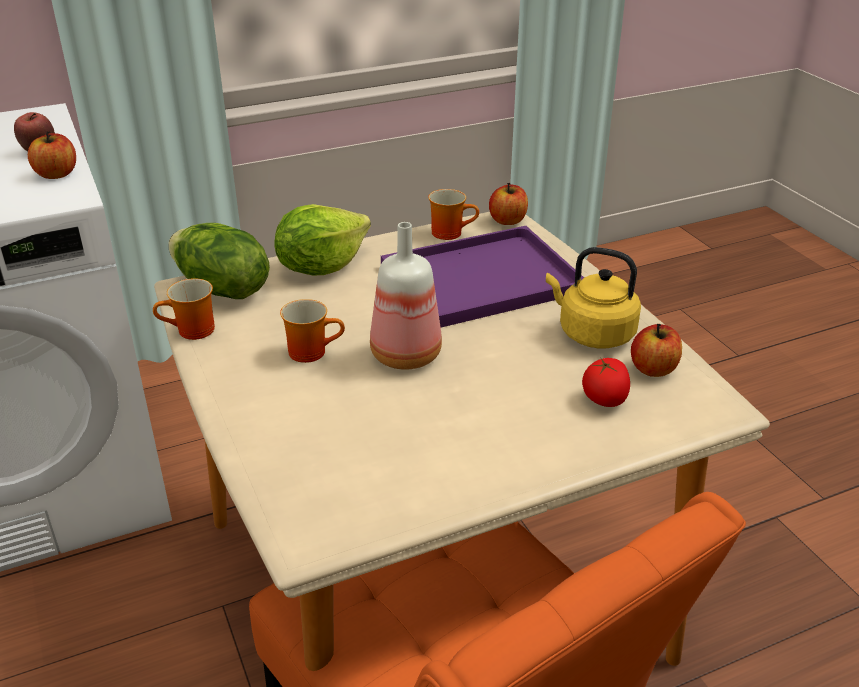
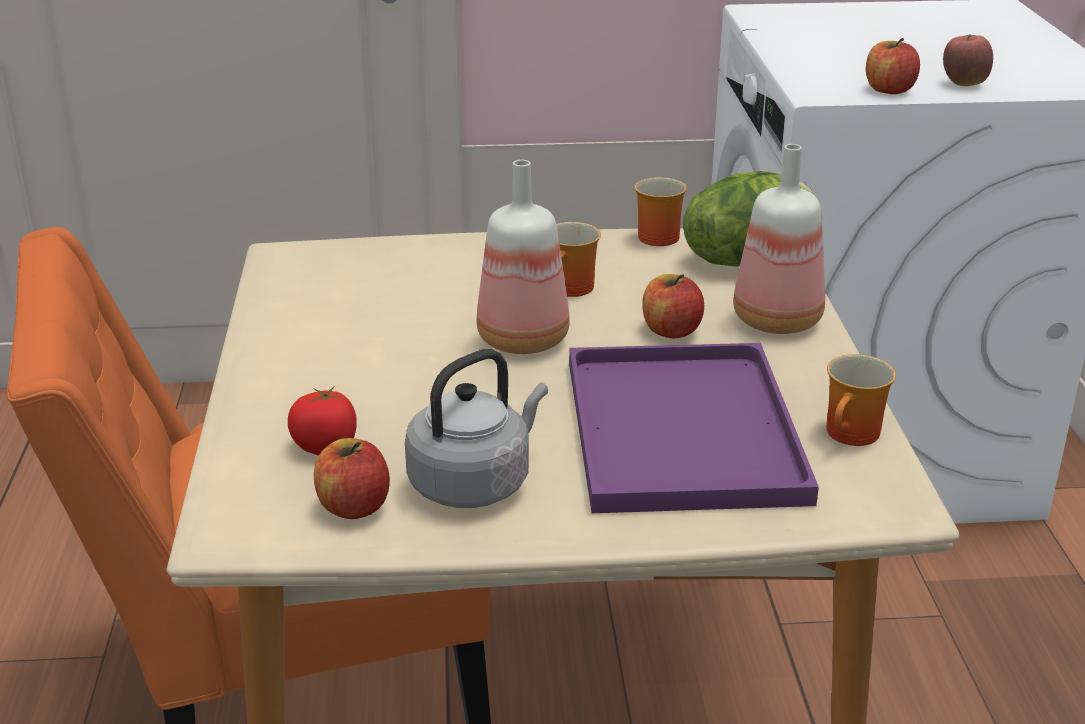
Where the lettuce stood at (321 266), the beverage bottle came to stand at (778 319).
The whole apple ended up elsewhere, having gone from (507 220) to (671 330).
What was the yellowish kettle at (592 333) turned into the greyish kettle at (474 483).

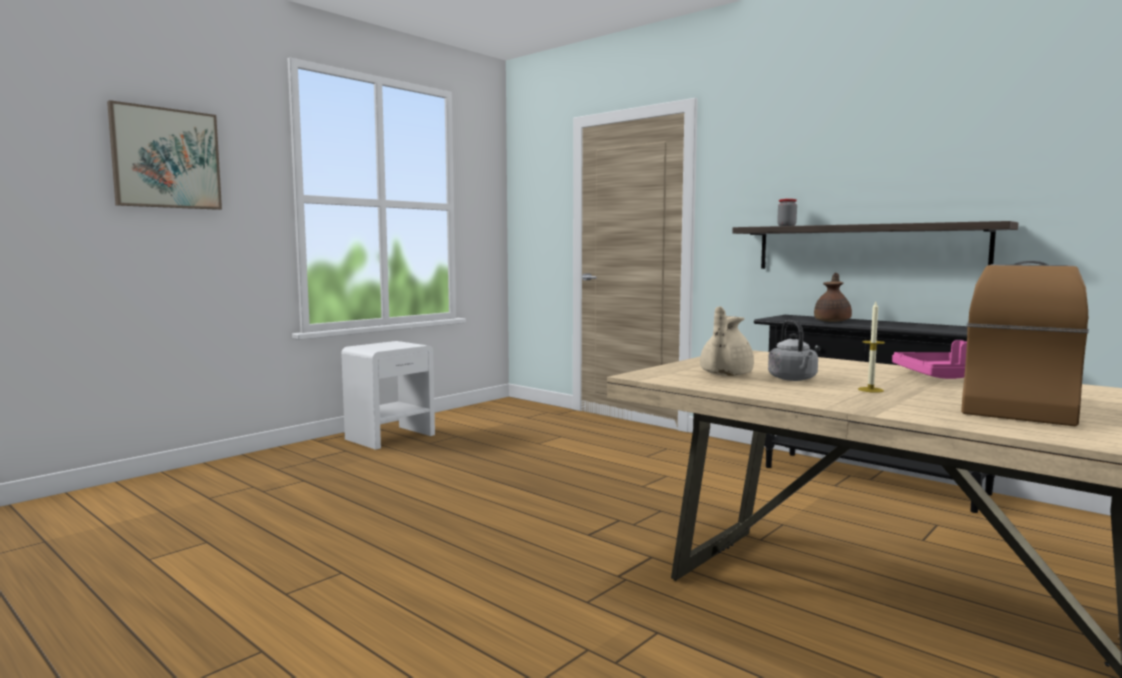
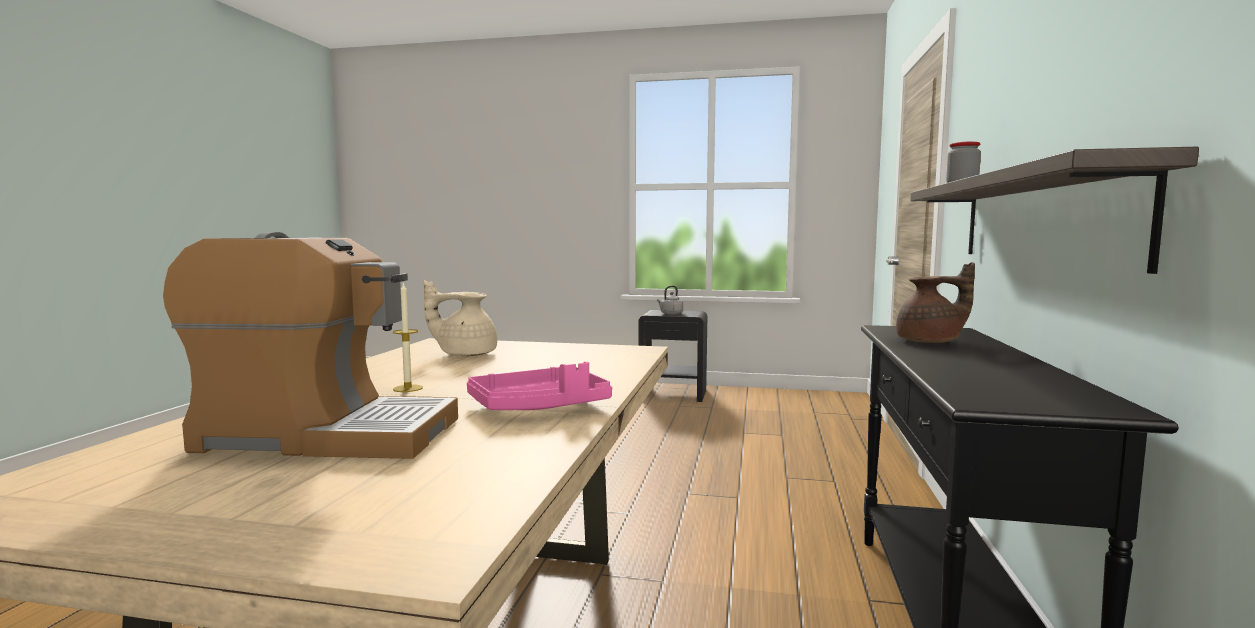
The second view lost the wall art at (166 158).
What was the whitish nightstand at (391 437) turned into the blackish nightstand at (673 394).
The greyish kettle ended up elsewhere, having gone from (793 379) to (670 314).

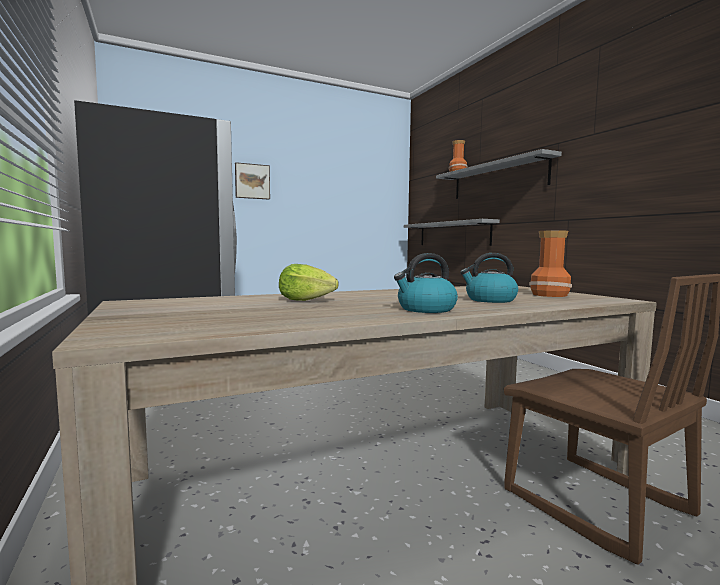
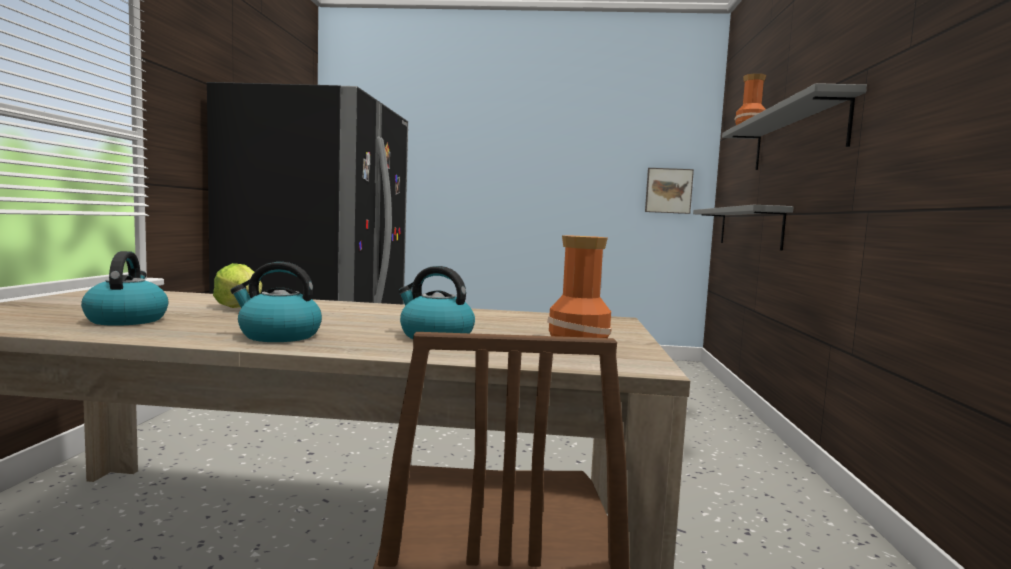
The wall art ended up elsewhere, having gone from (252 181) to (668 191).
The second view gained the kettle at (126 320).

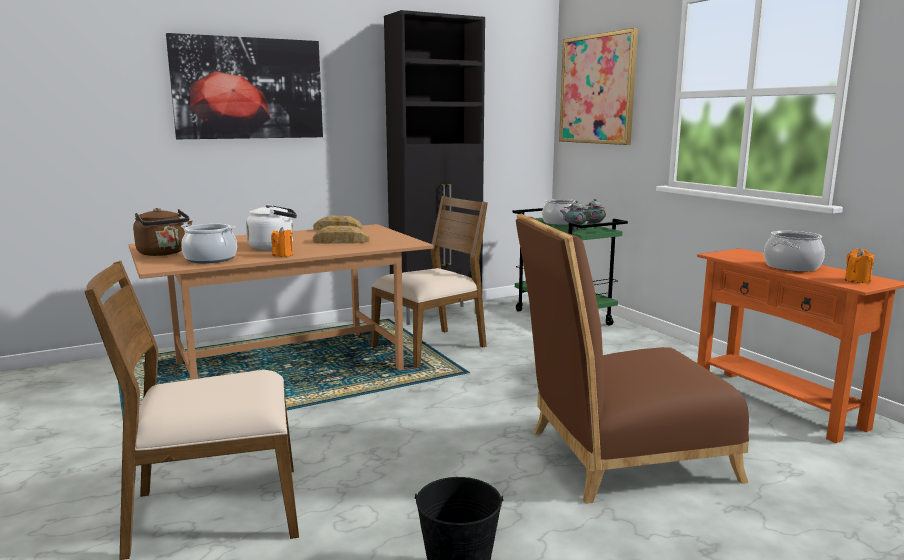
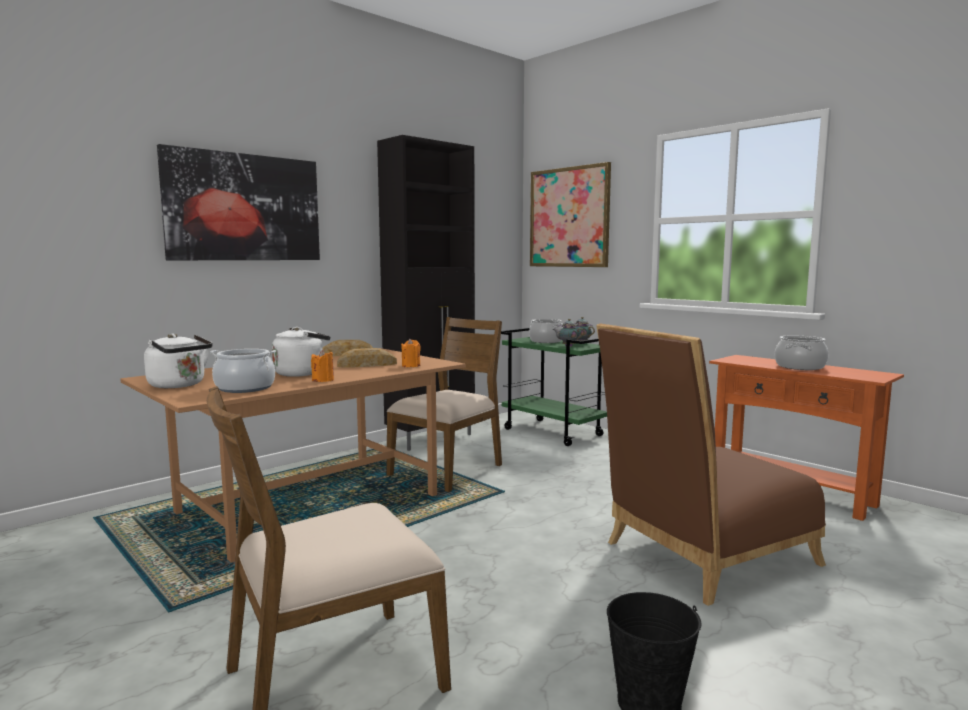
What was the brown kettle at (164 253) turned into the whitish kettle at (179 385).
The orange-coloured wax light ended up elsewhere, having gone from (857 280) to (411 366).

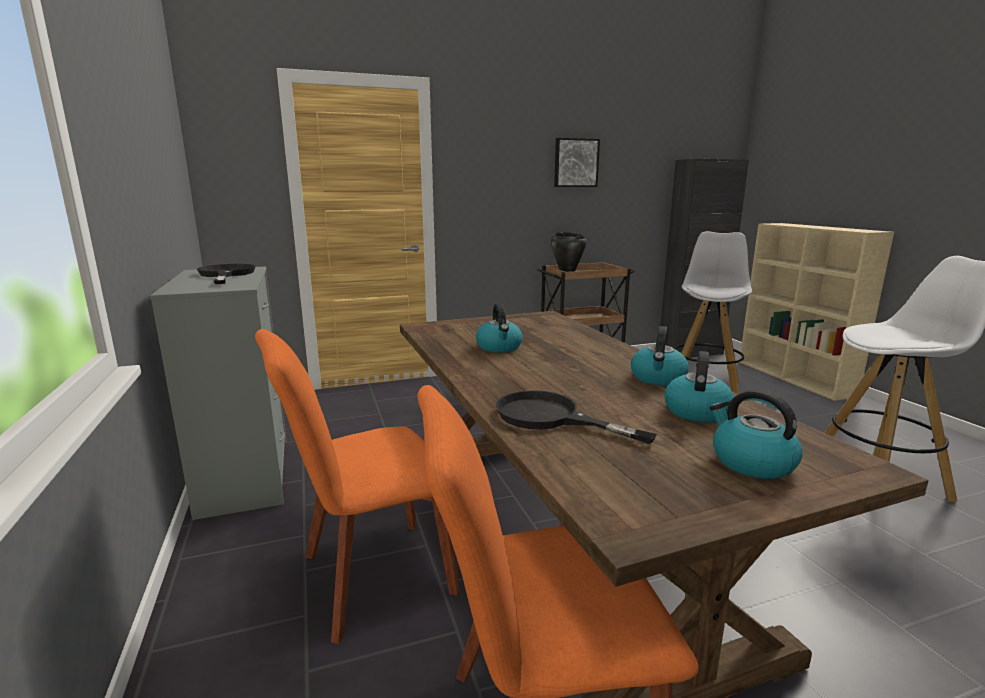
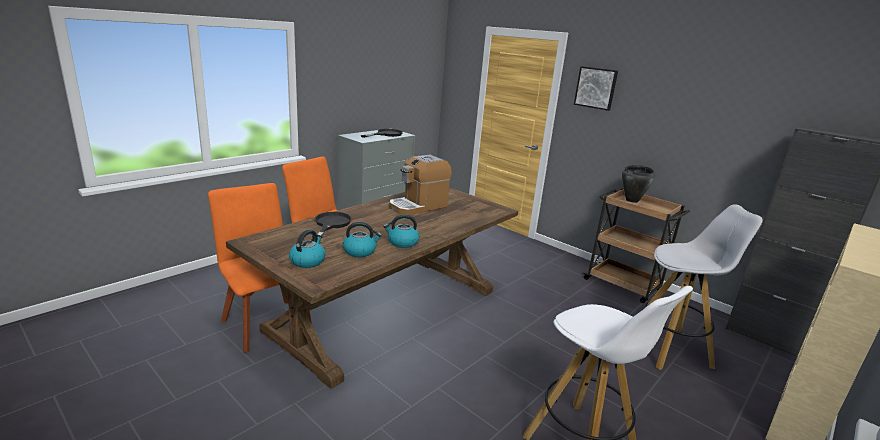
Where the kettle stood at (499 347), the coffee machine came to stand at (418 206).
The wall art ended up elsewhere, having gone from (575 163) to (596 88).

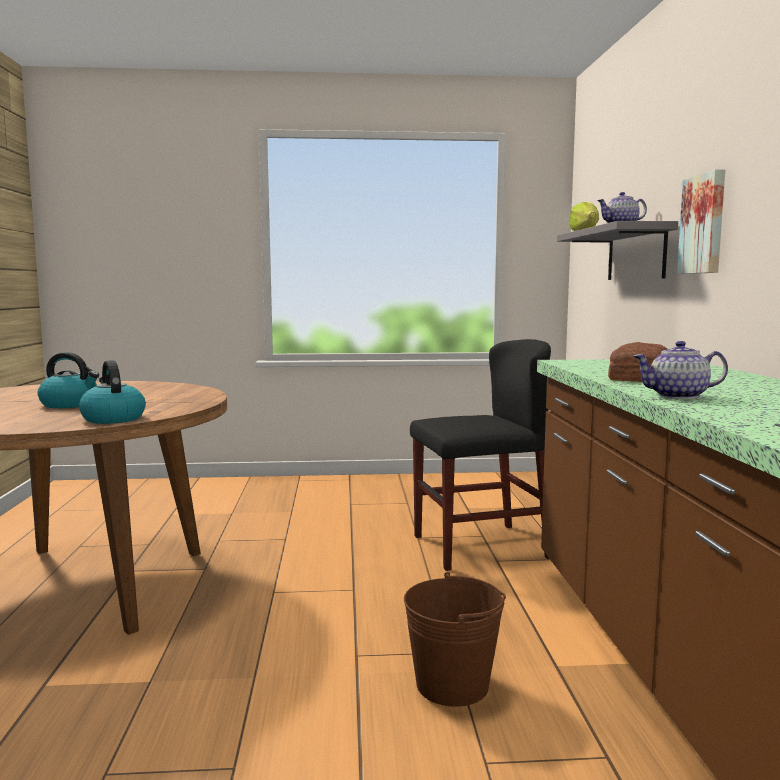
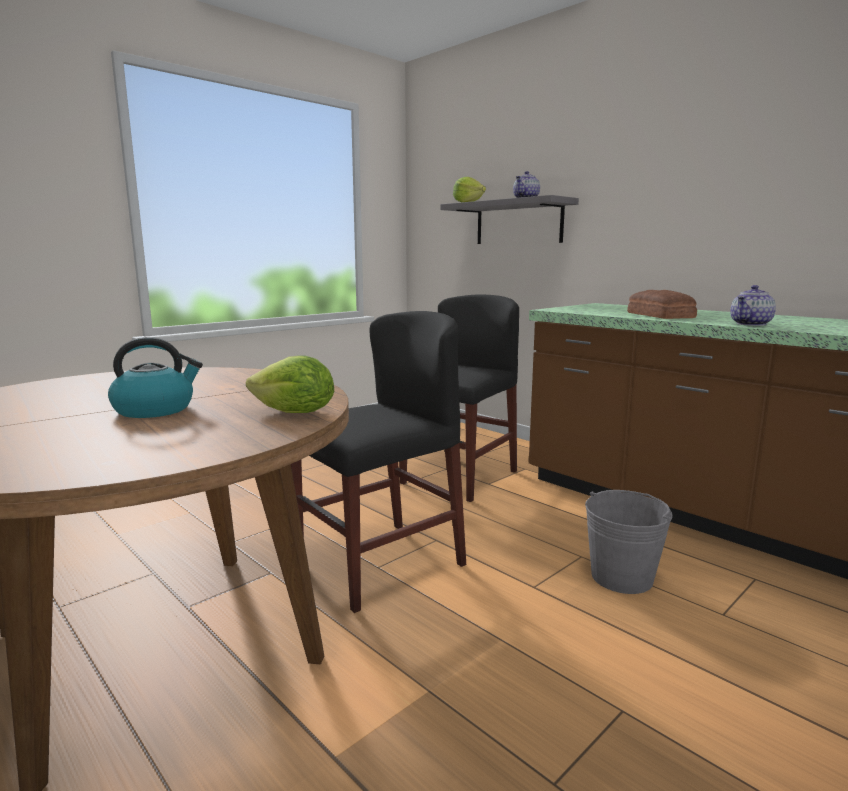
Where the kettle stood at (112 418), the lettuce came to stand at (294 413).
What was the brown water bucket at (452 685) turned into the greyish water bucket at (622 577).
The second view lost the wall art at (704 224).
The second view gained the blackish chair at (379 563).

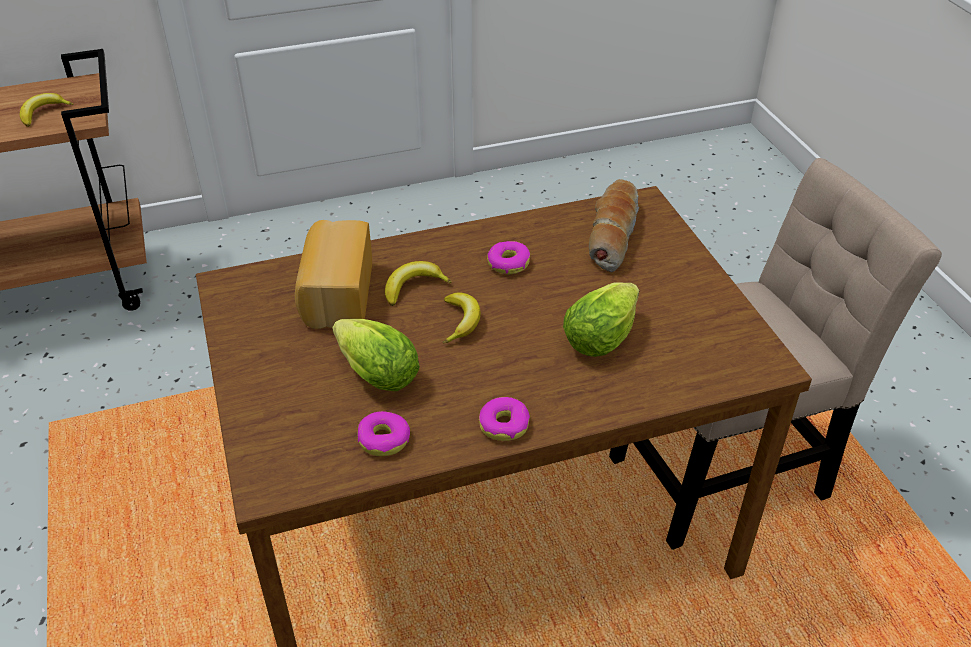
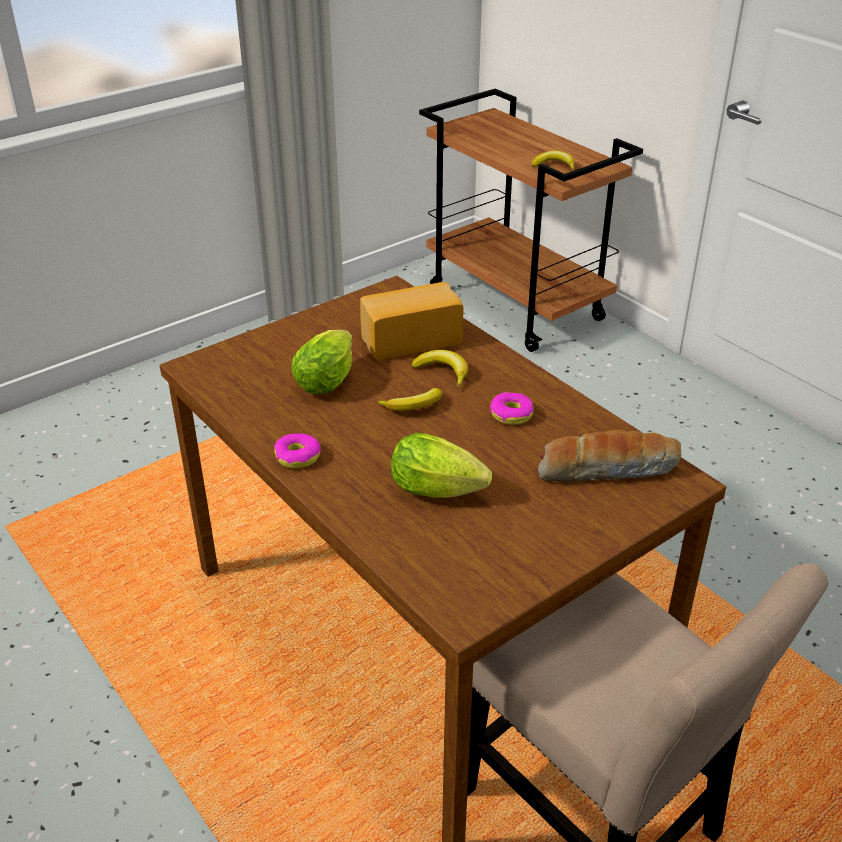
The second view lost the ring doughnut at (384 440).

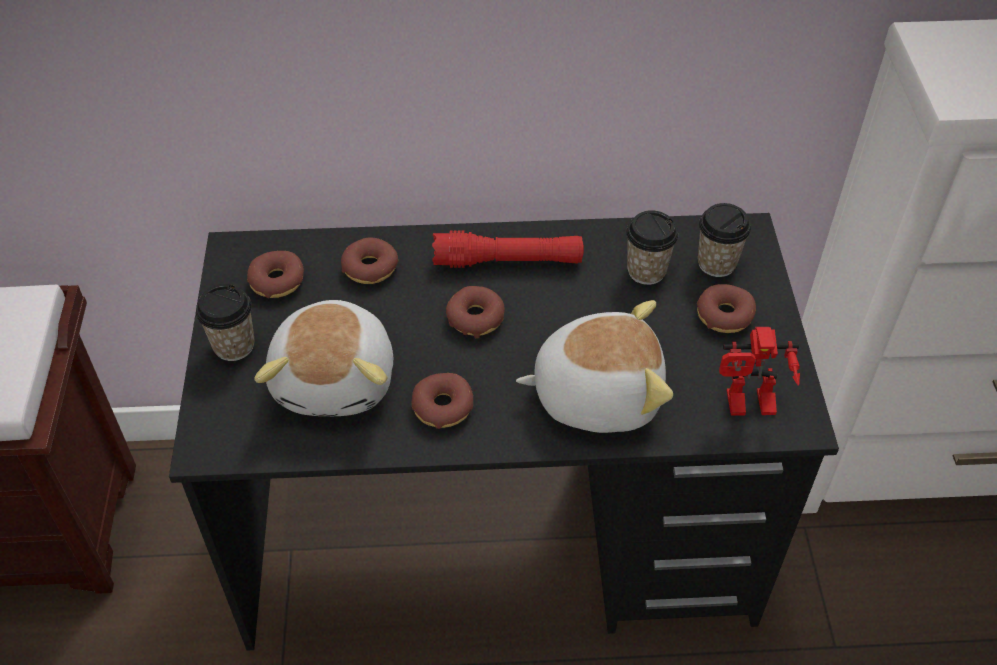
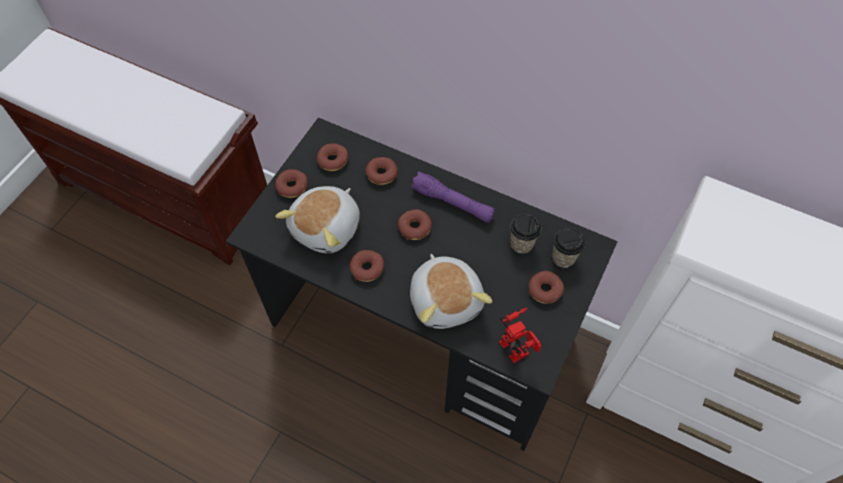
Where the cup stood at (234 345), the ring doughnut came to stand at (292 187).
What was the red-coloured flashlight at (508 261) turned into the purplish flashlight at (453 203).
The soft toy at (596 393) ended up facing another way, 45 degrees clockwise from before.
The toy robot at (748 408) ended up facing another way, 150 degrees counterclockwise from before.

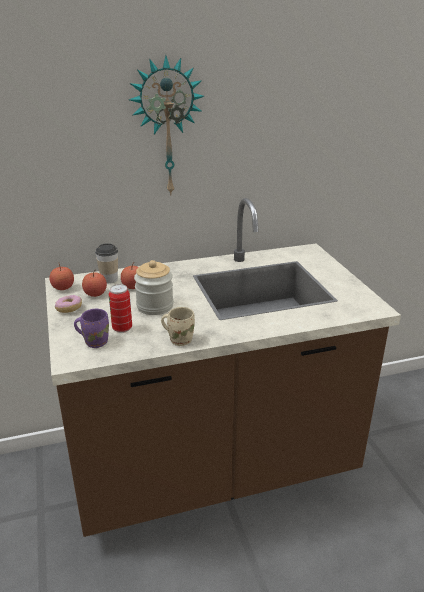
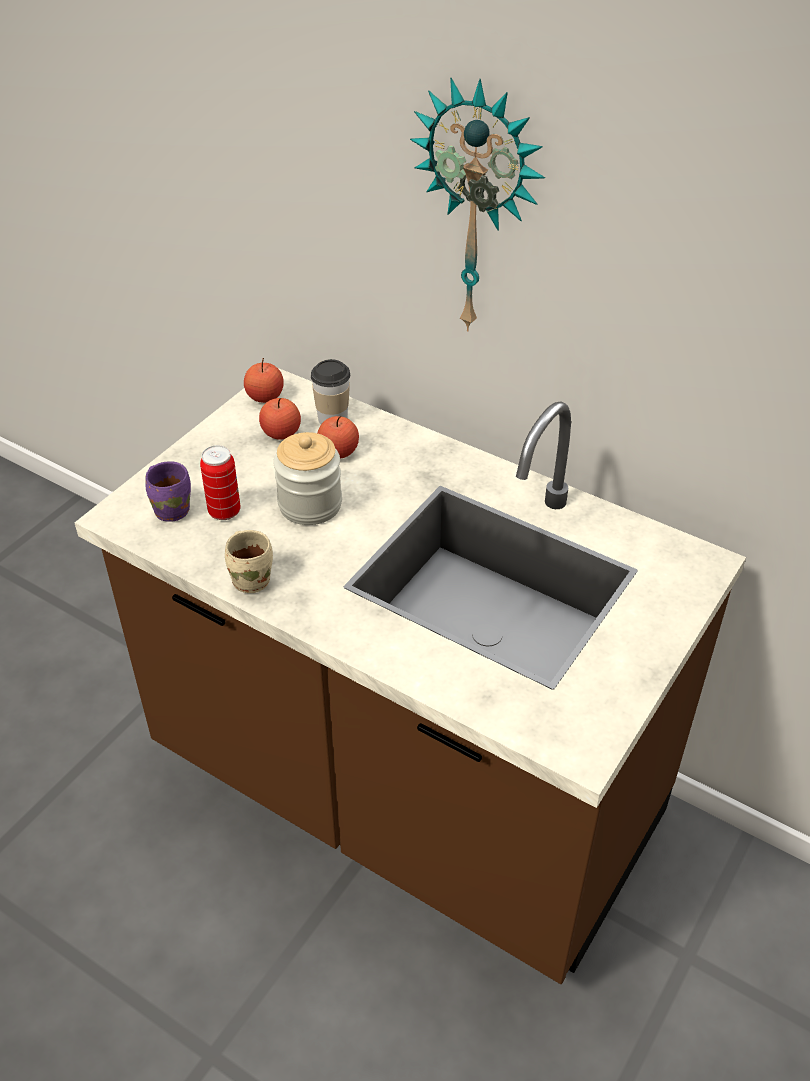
The second view lost the ring doughnut at (69 309).

